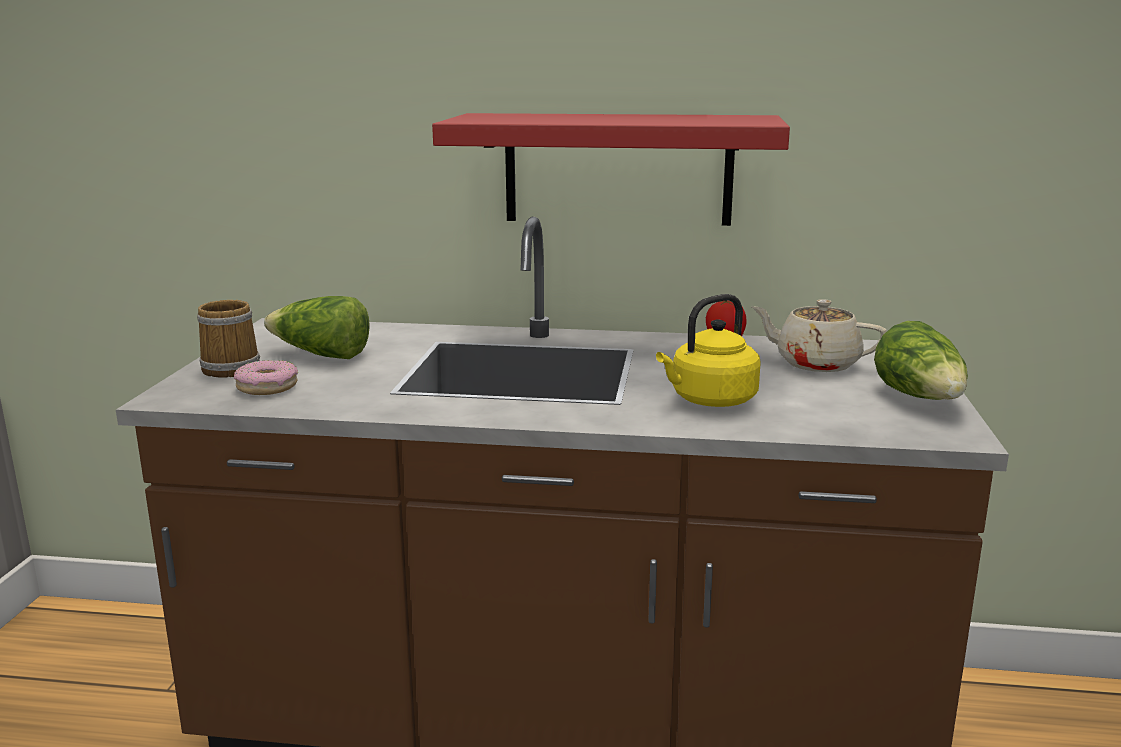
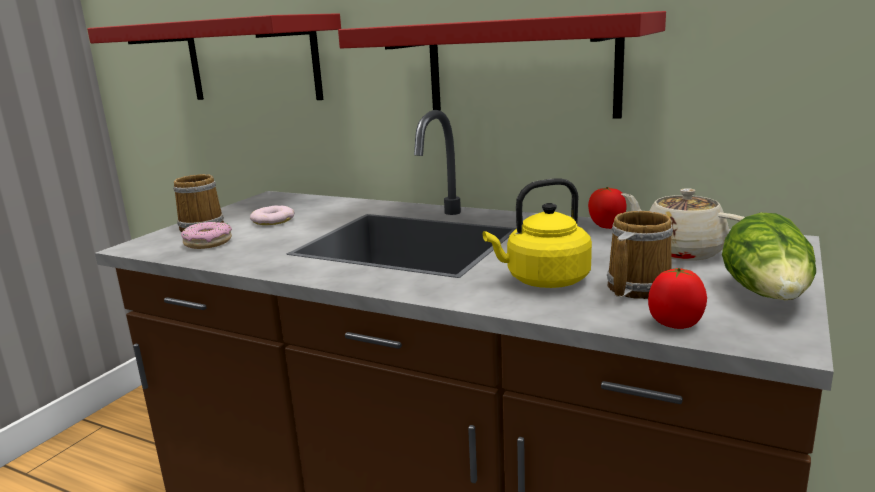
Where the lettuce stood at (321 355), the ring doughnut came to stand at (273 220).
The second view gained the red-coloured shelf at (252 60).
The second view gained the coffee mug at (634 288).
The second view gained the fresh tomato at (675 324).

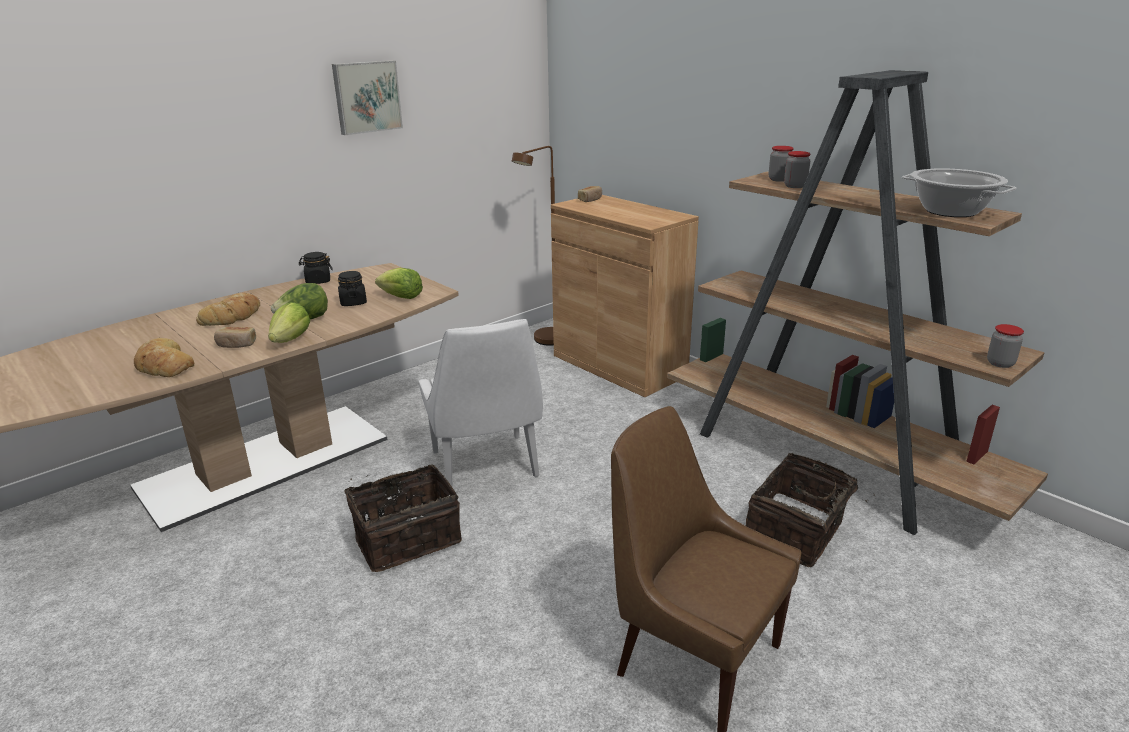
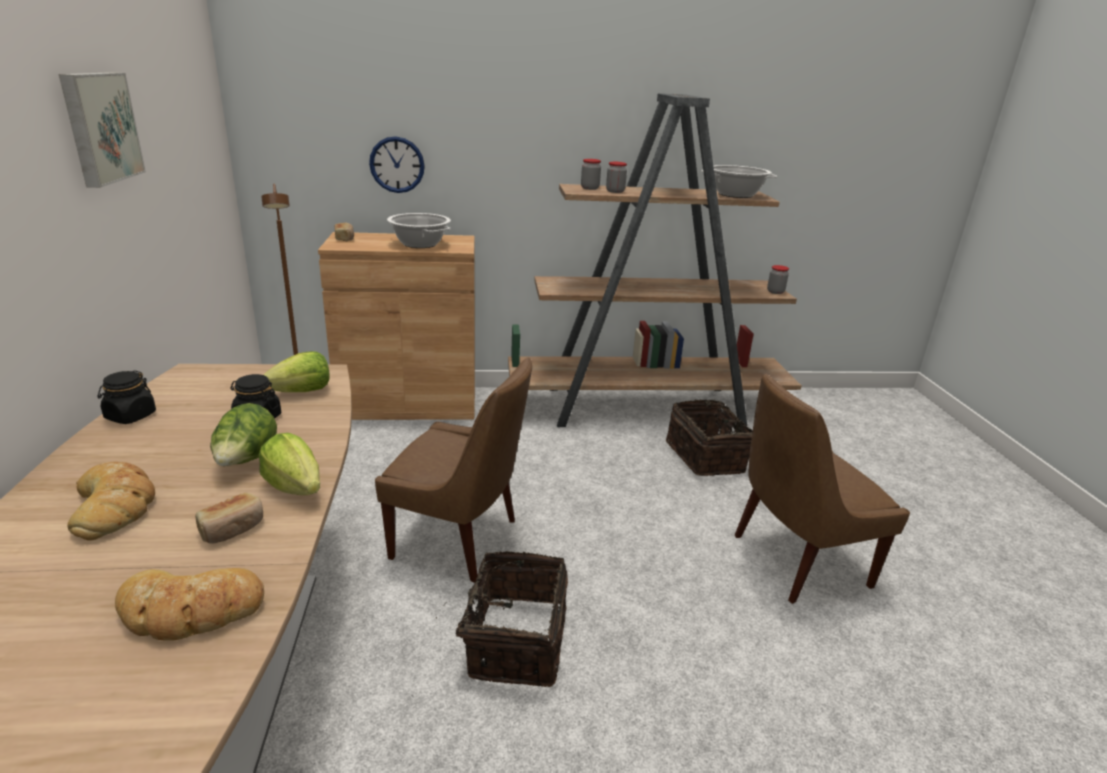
What was the whitish chair at (485 466) turned into the brown chair at (459 540).
The second view gained the clock on the wall at (397 165).
The second view gained the stockpot at (419 244).

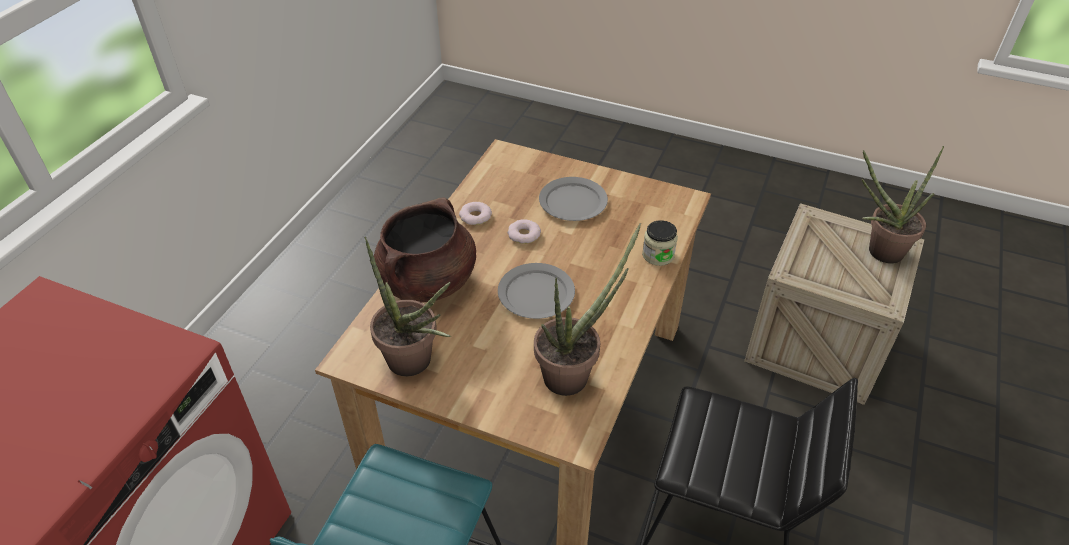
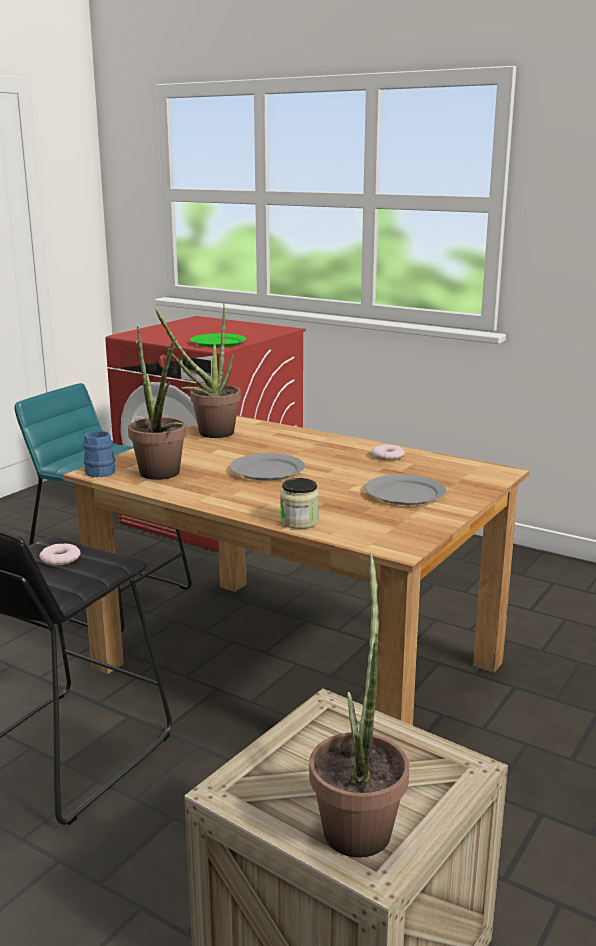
The second view lost the brown stockpot at (428 282).
The ring doughnut ended up elsewhere, having gone from (524 234) to (60 559).
The second view gained the bluish coffee mug at (98 471).
The second view gained the green flat dish at (218 343).

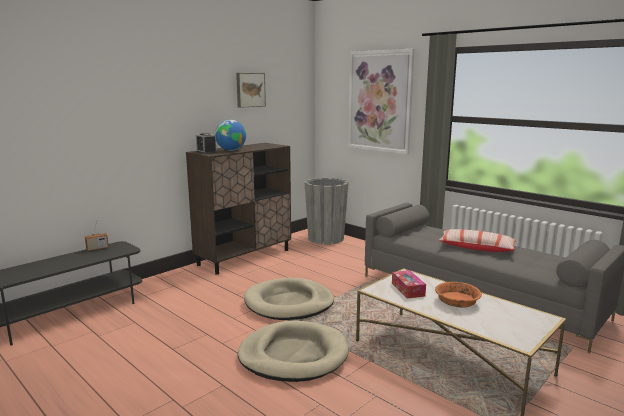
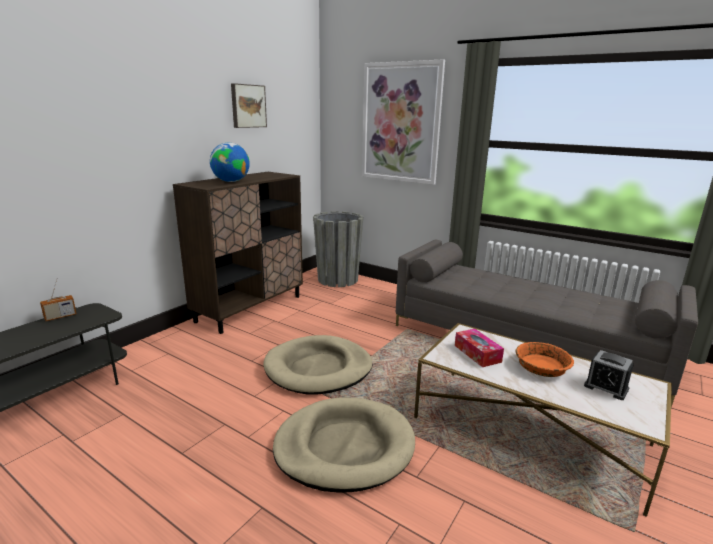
The alarm clock ended up elsewhere, having gone from (206 152) to (606 387).
The second view lost the pillow at (476 248).

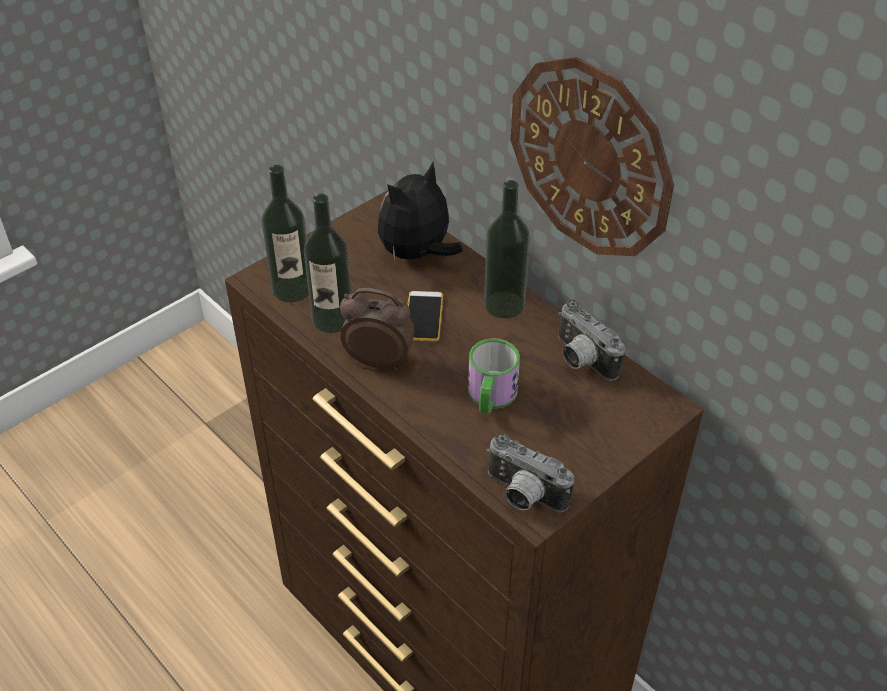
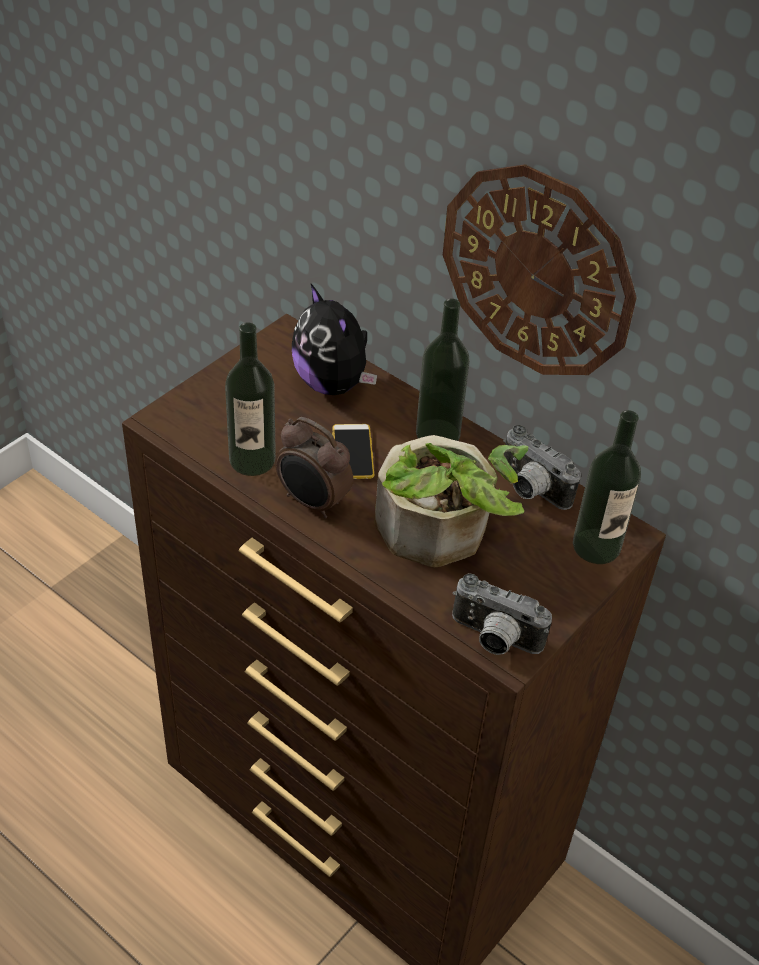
The beverage bottle ended up elsewhere, having gone from (292 289) to (596 546).
The alarm clock at (379 360) ended up facing another way, 150 degrees counterclockwise from before.
The soft toy at (417 254) ended up facing another way, 75 degrees counterclockwise from before.
Where the coffee mug stood at (490 397), the plant in a pot came to stand at (441 536).

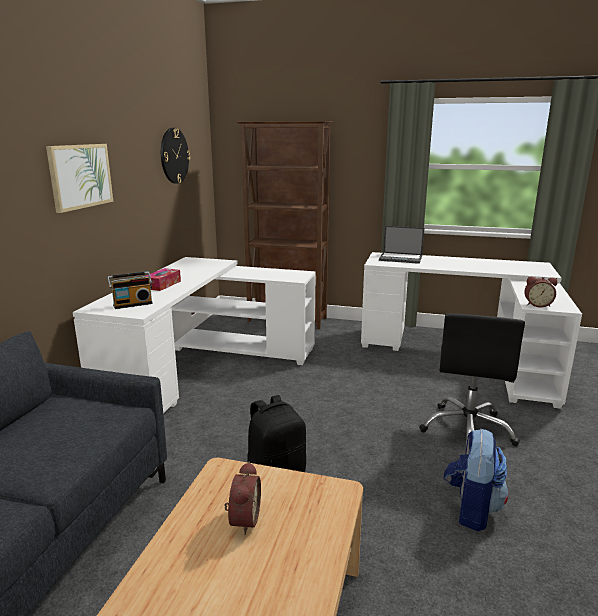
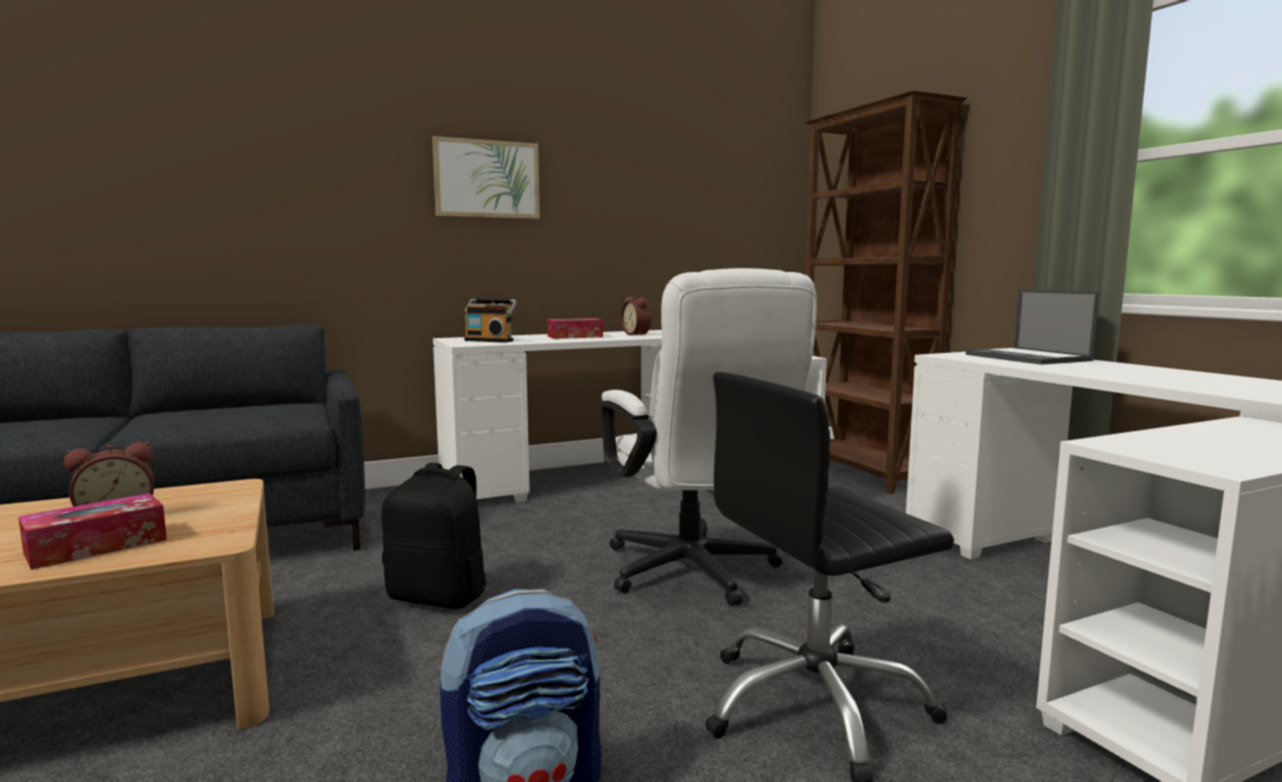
The second view lost the clock on the wall at (174 156).
The alarm clock ended up elsewhere, having gone from (537 305) to (637 334).
The second view gained the tissue holder at (96 546).
The second view gained the whitish office chair at (697 575).

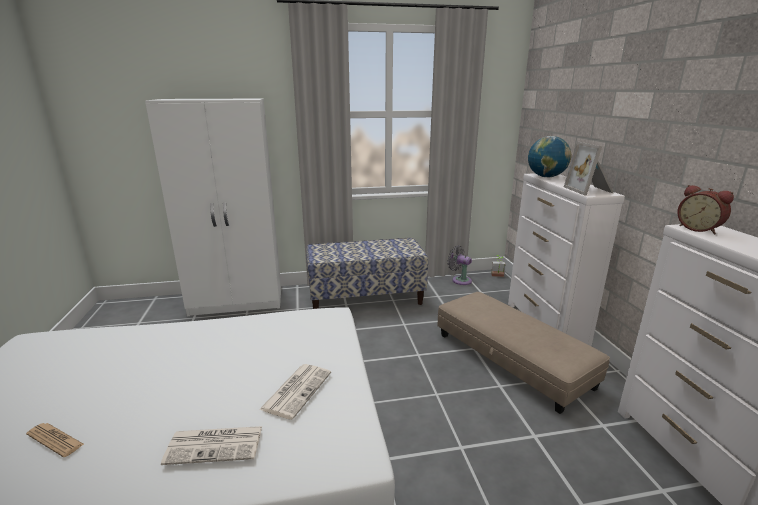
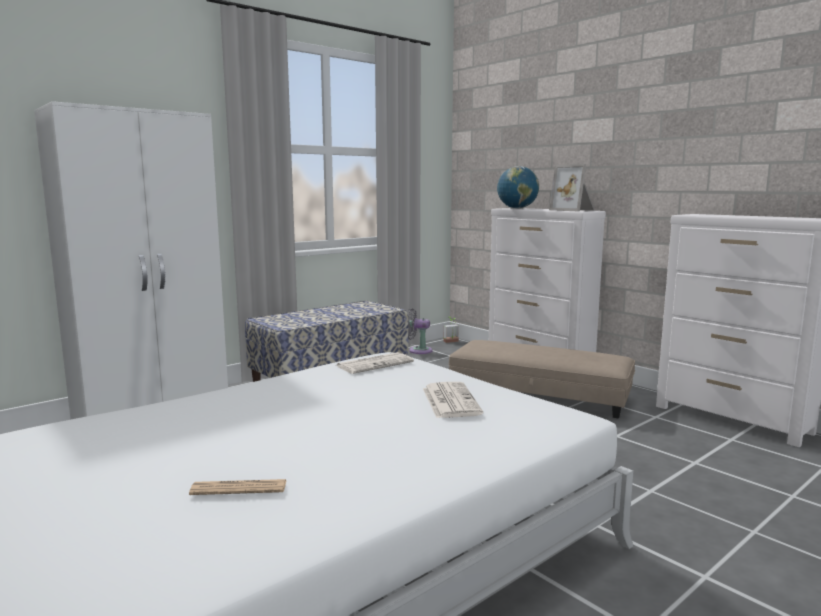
The newspaper ended up elsewhere, having gone from (216 444) to (375 364).
The second view lost the alarm clock at (699 229).

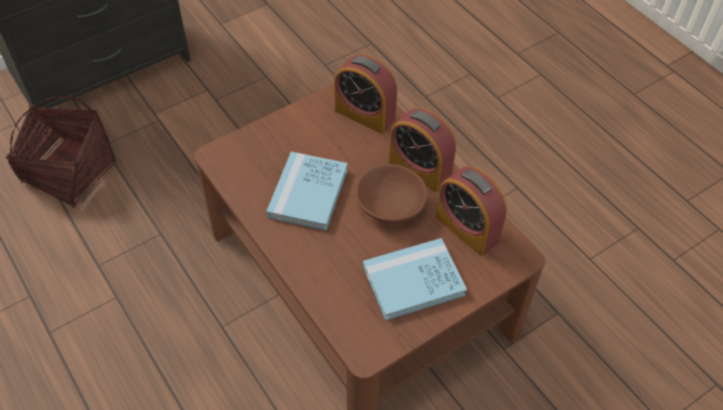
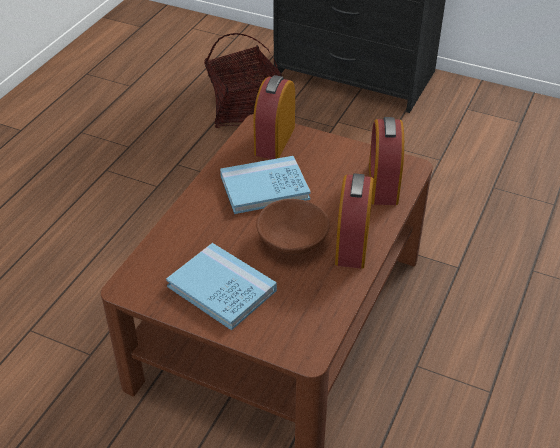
The alarm clock ended up elsewhere, having gone from (467 228) to (274 140).

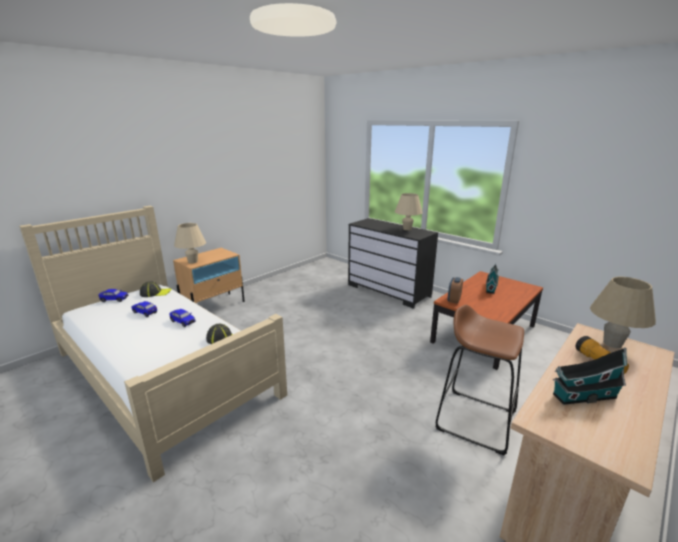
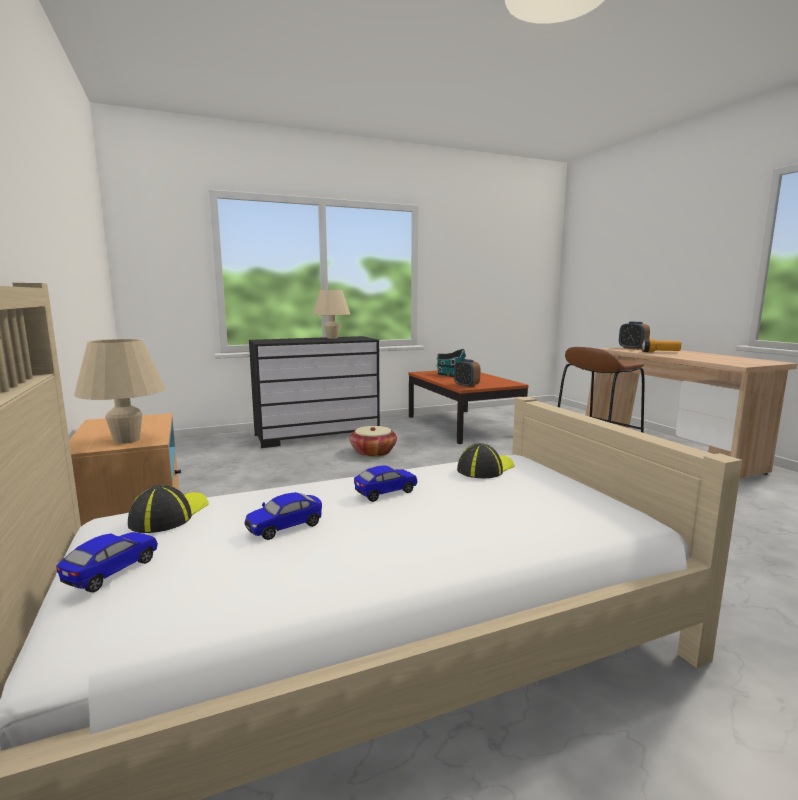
The second view lost the toy house at (582 396).
Where the sand-coloured lamp for a table stood at (612 344), the alarm clock came to stand at (632 348).
The second view gained the household basket at (373 452).

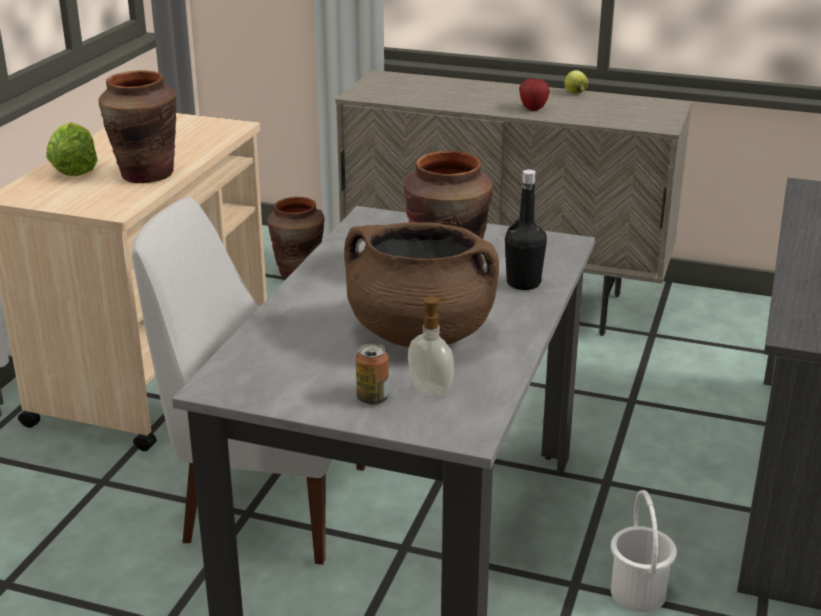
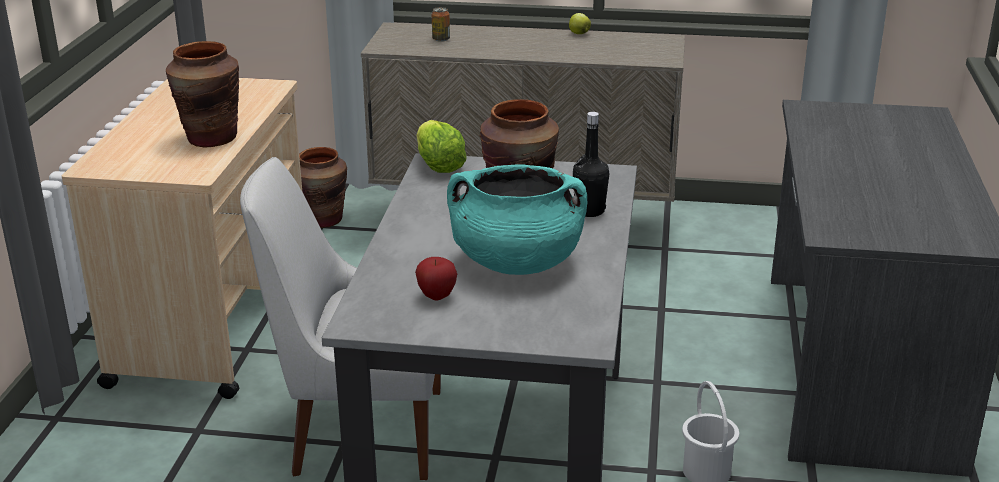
The lettuce ended up elsewhere, having gone from (74 170) to (439 166).
What was the brown stockpot at (420 334) turned into the turquoise stockpot at (516 262).
The sealed can ended up elsewhere, having gone from (372 398) to (441 39).
The second view lost the soap dispenser at (431 390).
The whole apple ended up elsewhere, having gone from (533 109) to (436 296).

